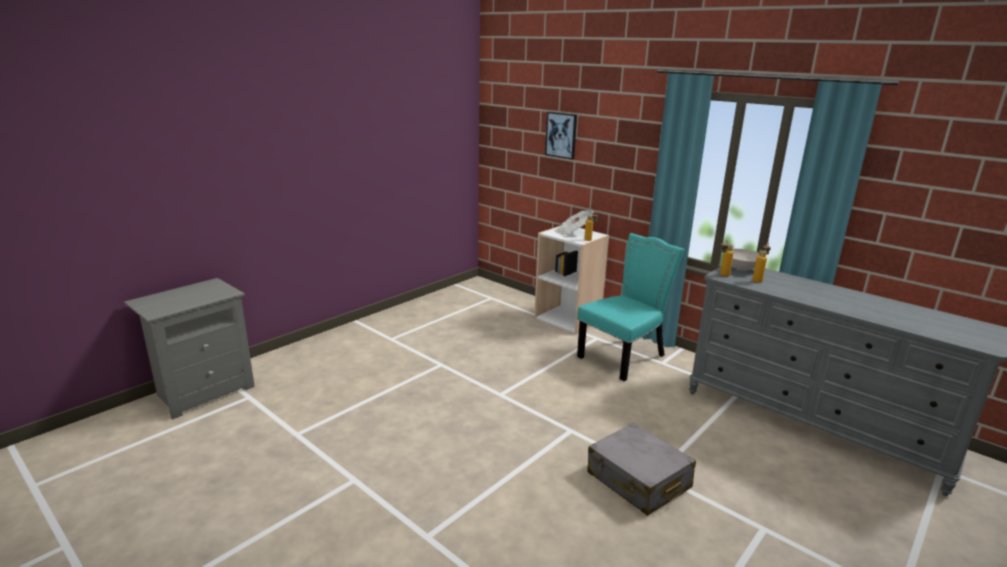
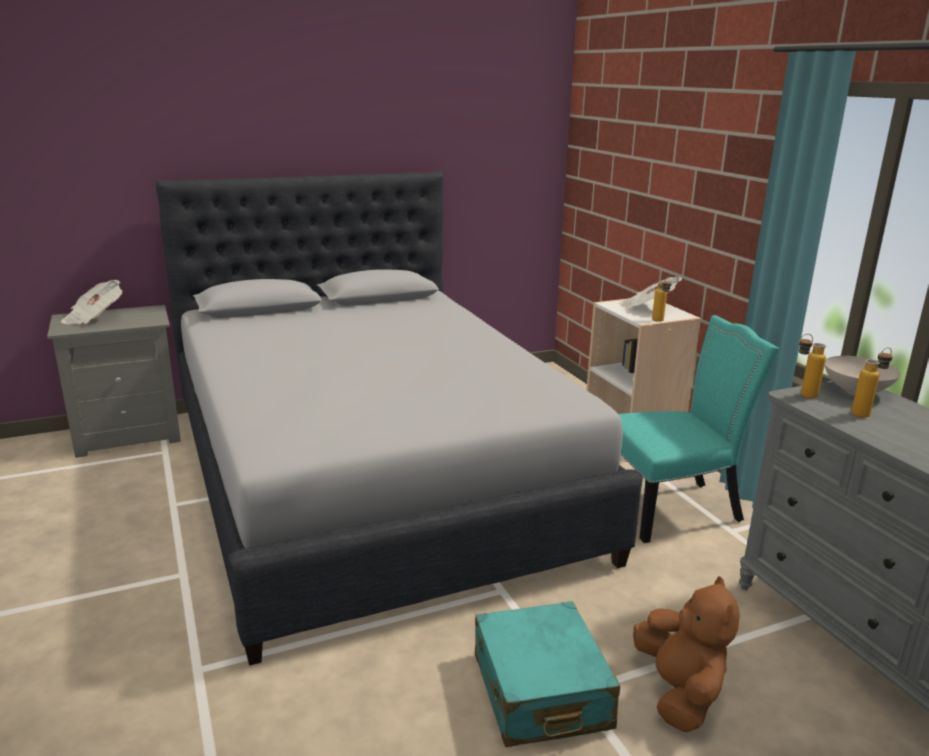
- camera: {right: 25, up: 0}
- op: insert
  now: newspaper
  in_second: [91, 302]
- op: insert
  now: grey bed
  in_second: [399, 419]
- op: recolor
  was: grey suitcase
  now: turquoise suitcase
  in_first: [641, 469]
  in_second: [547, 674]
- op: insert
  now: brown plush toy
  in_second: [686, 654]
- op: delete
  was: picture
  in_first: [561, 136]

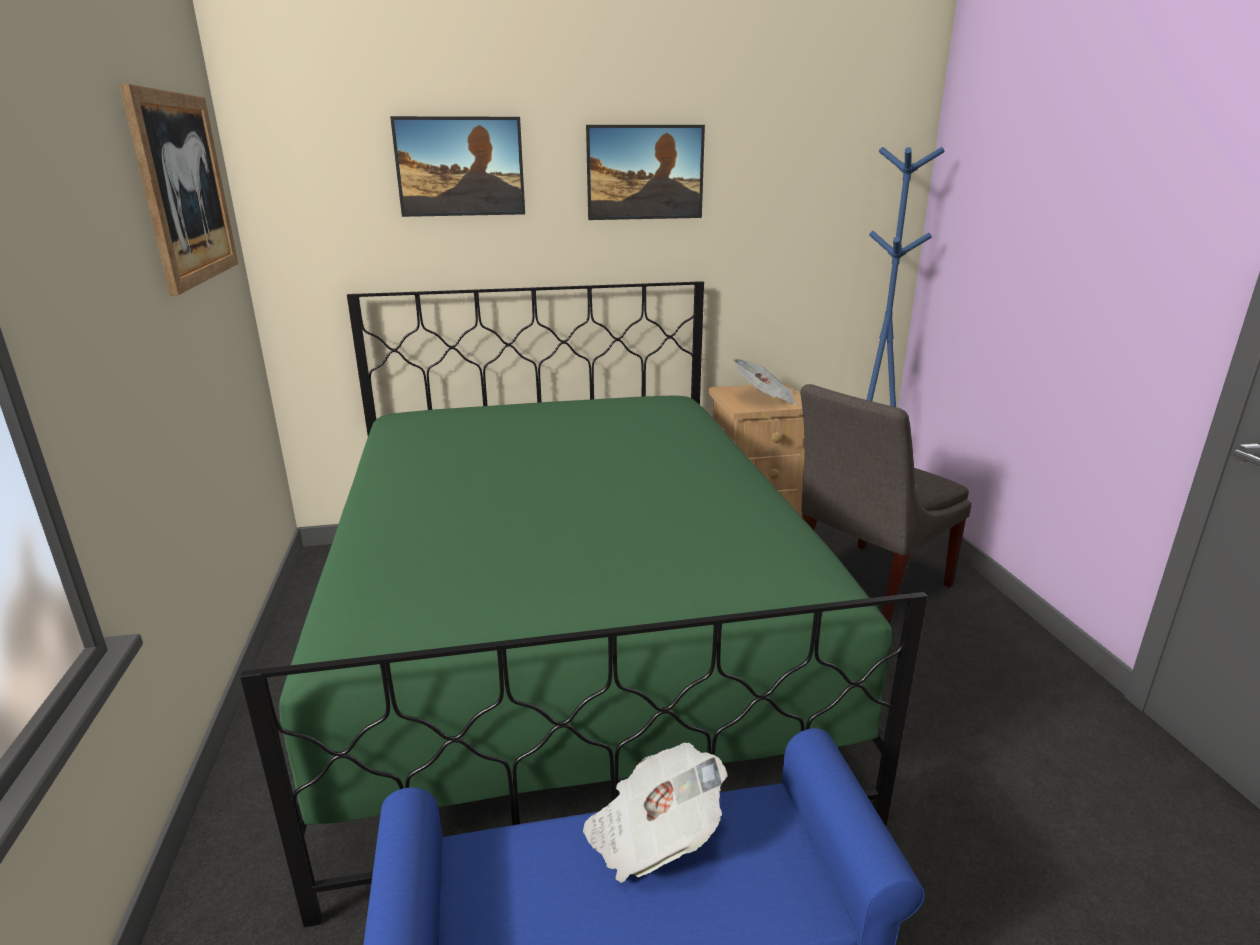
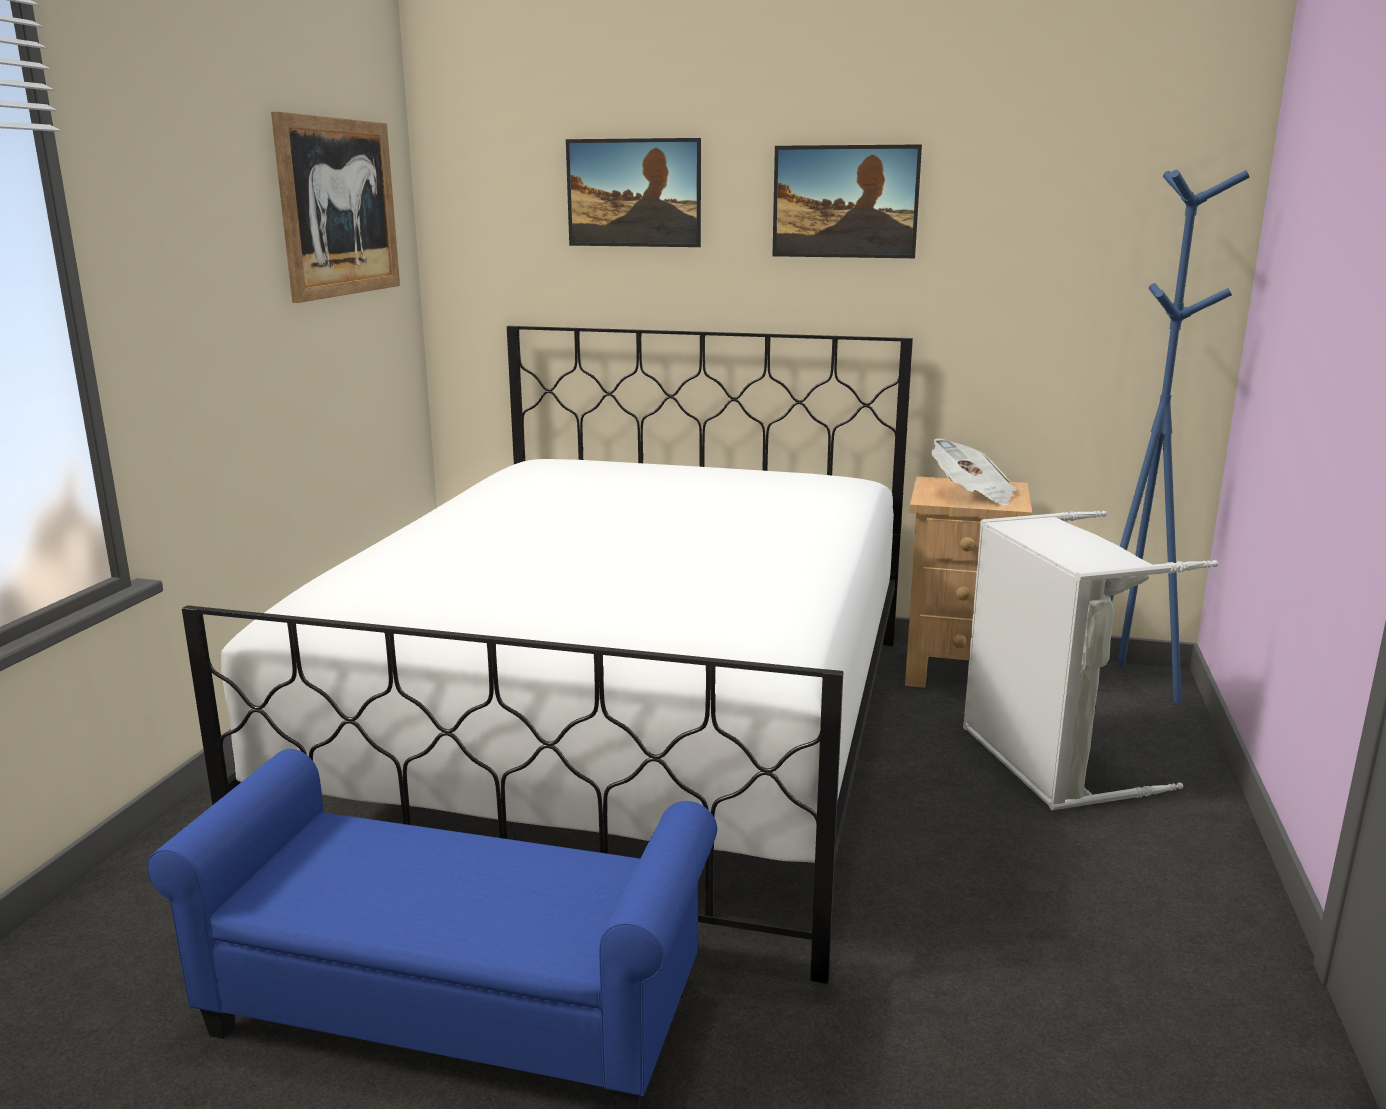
- camera: {right: 25, up: -5}
- op: recolor
  was: green bed
  now: white bed
  in_first: [584, 604]
  in_second: [547, 655]
- op: replace
  was: grey chair
  now: grey laundry basket
  in_first: [886, 504]
  in_second: [1091, 660]
- op: delete
  was: newspaper
  in_first: [655, 813]

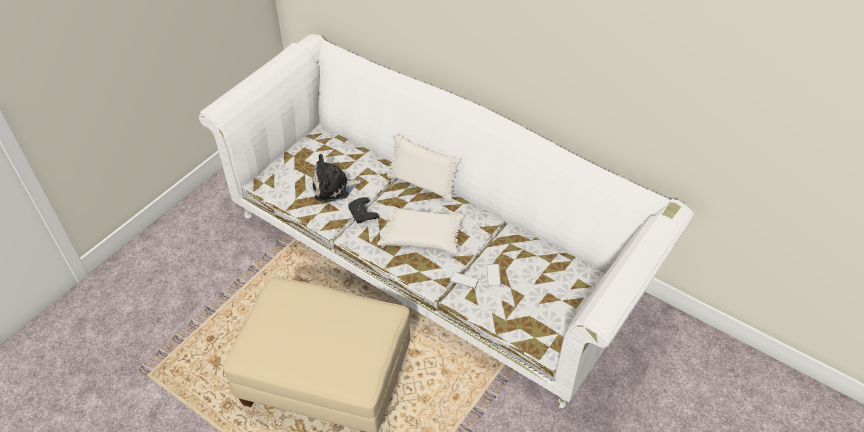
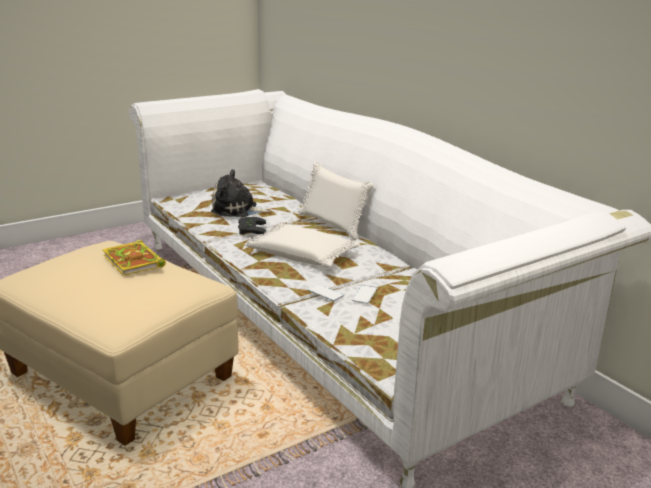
- camera: {right: 20, up: -25}
- op: insert
  now: book
  in_second: [134, 258]

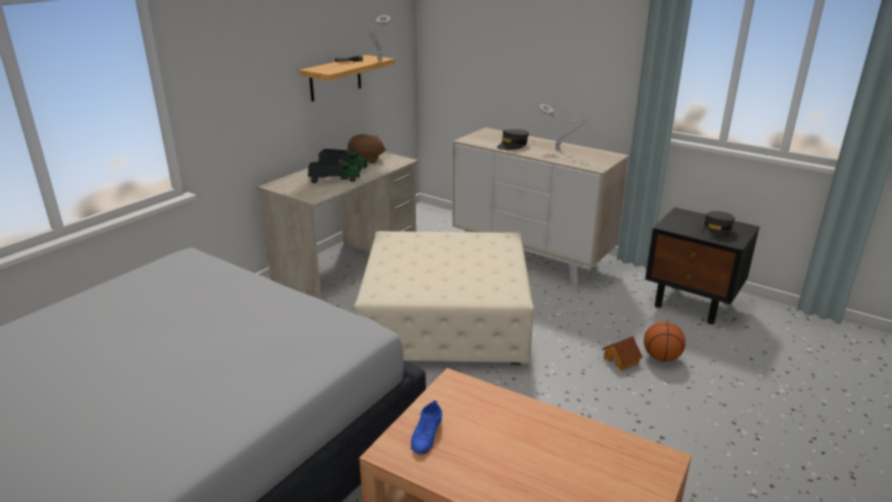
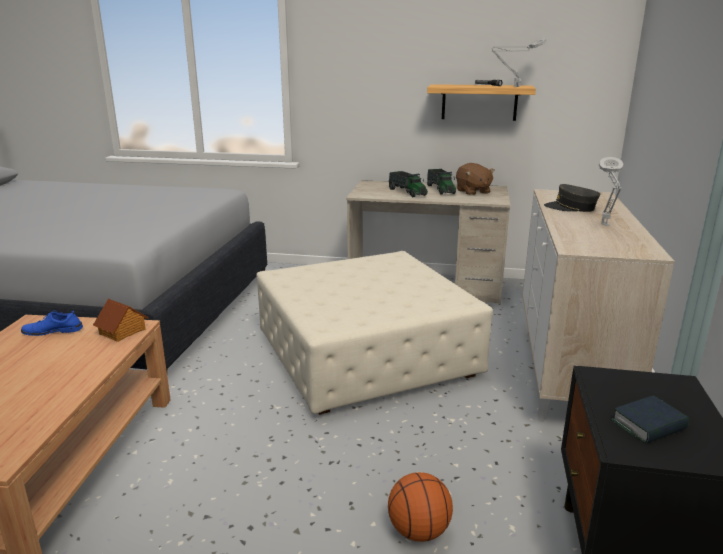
- camera: {right: 65, up: -5}
- op: move
  was: toy house
  in_first: [622, 353]
  in_second: [121, 320]
- op: replace
  was: grey cap
  now: book
  in_first: [718, 225]
  in_second: [650, 419]

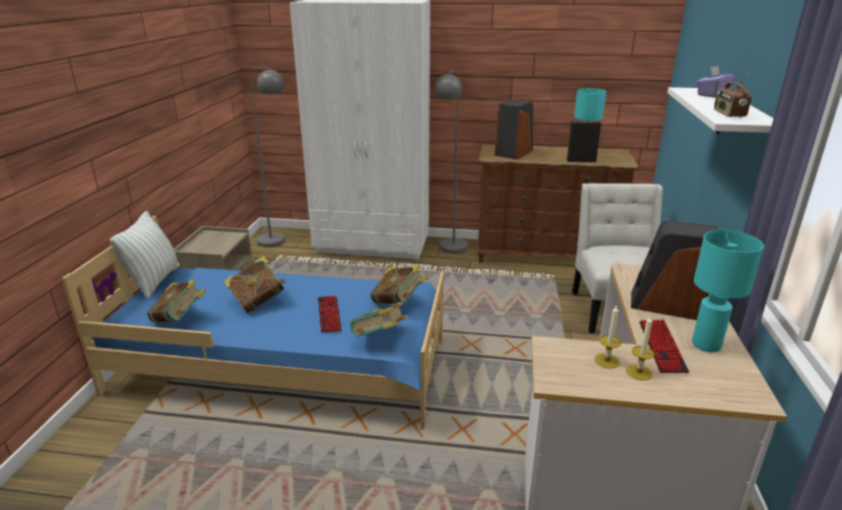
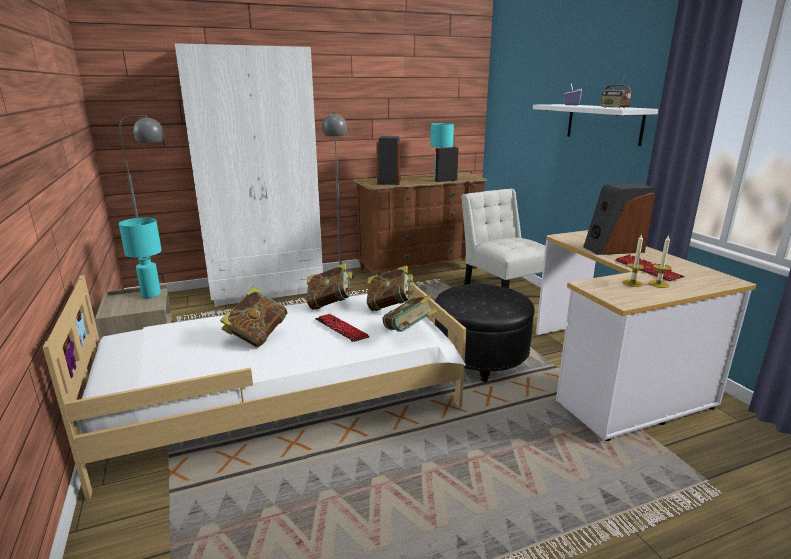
- camera: {right: -30, up: -5}
- op: recolor
  was: blue bed
  now: white bed
  in_first: [252, 323]
  in_second: [254, 387]
- op: move
  was: turquoise table lamp
  in_first: [728, 291]
  in_second: [140, 258]
- op: move
  was: book
  in_first: [176, 301]
  in_second: [330, 286]
- op: insert
  now: black ottoman
  in_second: [485, 333]
- op: delete
  was: pillow
  in_first: [145, 255]

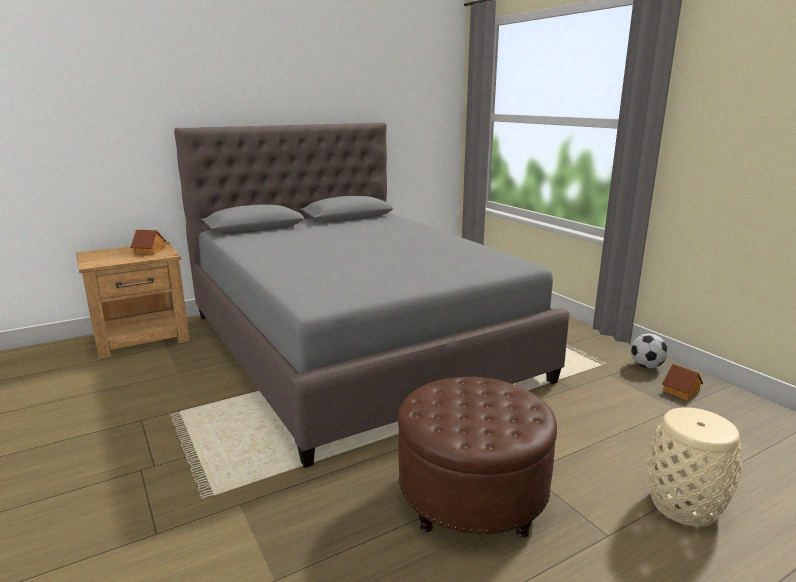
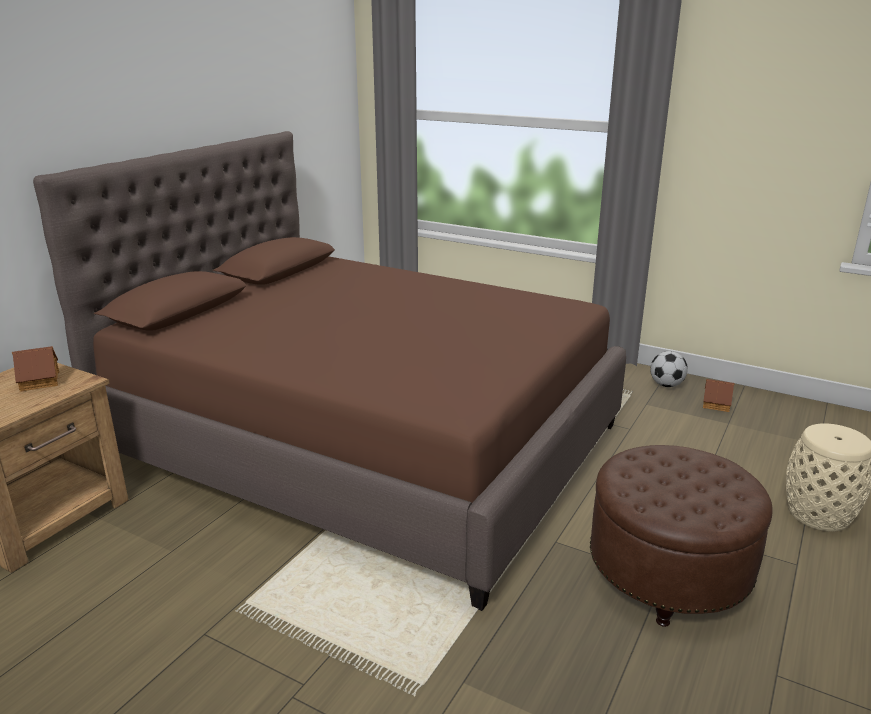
- camera: {right: -30, up: 5}
- op: recolor
  was: grey bed
  now: brown bed
  in_first: [372, 295]
  in_second: [329, 371]

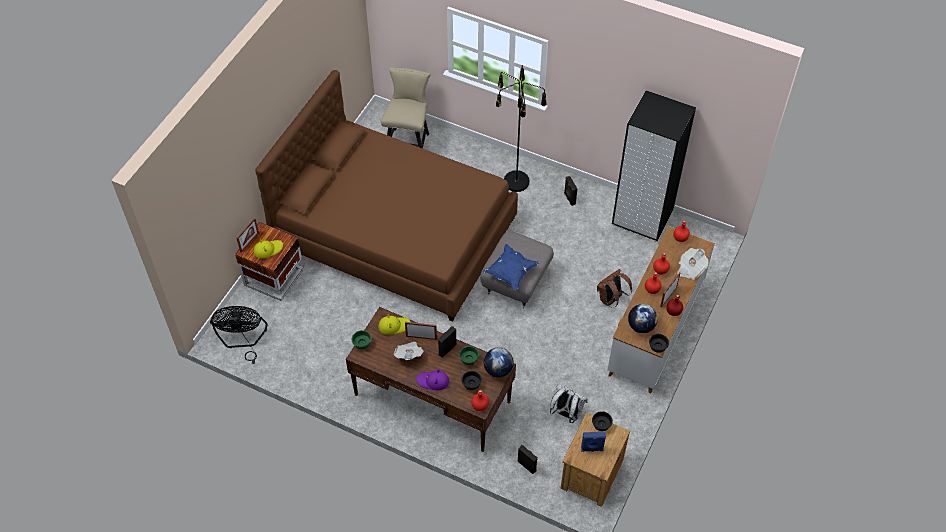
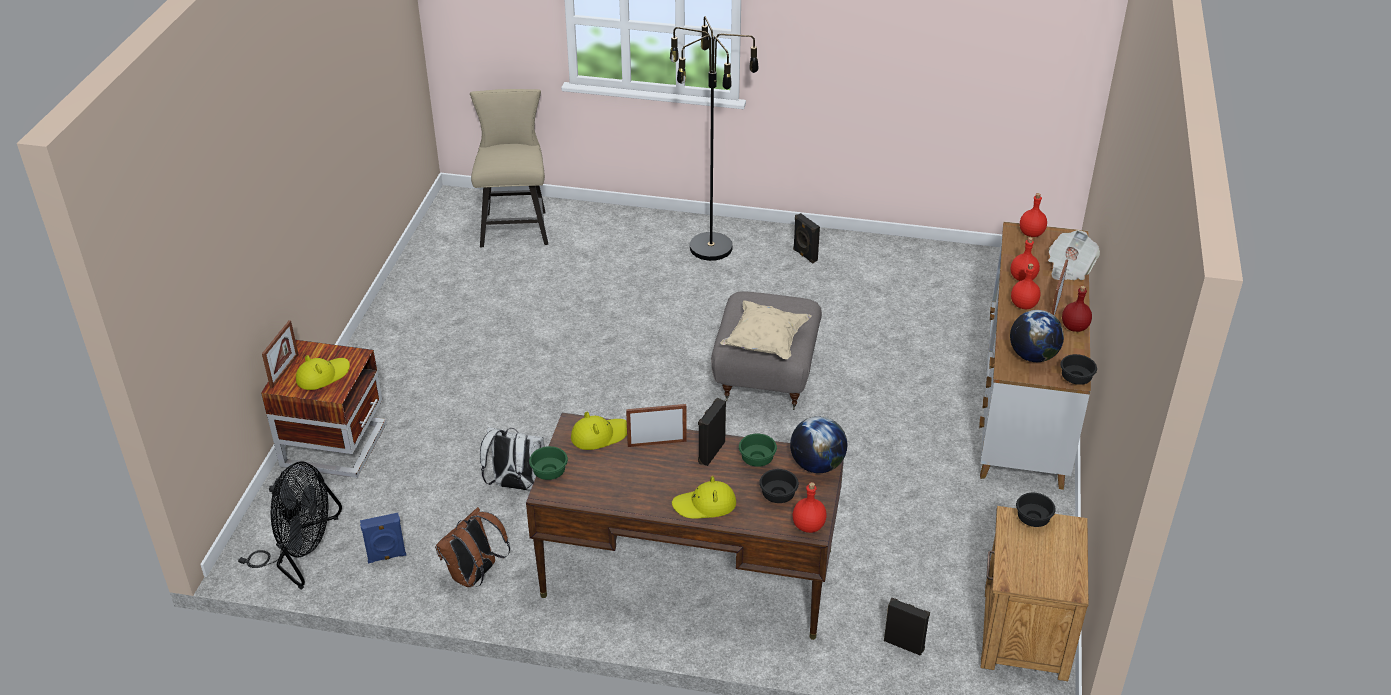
- camera: {right: -15, up: -15}
- op: rotate
  was: black fan
  in_first: [238, 335]
  in_second: [290, 525]
  clockwise: 120
- op: move
  was: blue speaker
  in_first: [593, 442]
  in_second: [383, 538]
- op: move
  was: brown backpack
  in_first: [614, 288]
  in_second: [472, 547]
- op: move
  was: white backpack
  in_first: [569, 403]
  in_second: [512, 458]
- op: recolor
  was: purple hat
  now: yellow hat
  in_first: [432, 379]
  in_second: [704, 497]
- op: recolor
  was: blue pillow
  now: beige pillow
  in_first: [511, 267]
  in_second: [765, 329]
- op: delete
  was: brown bed
  in_first: [386, 196]
- op: delete
  was: newspaper
  in_first: [409, 351]
- op: delete
  was: wardrobe
  in_first: [654, 166]

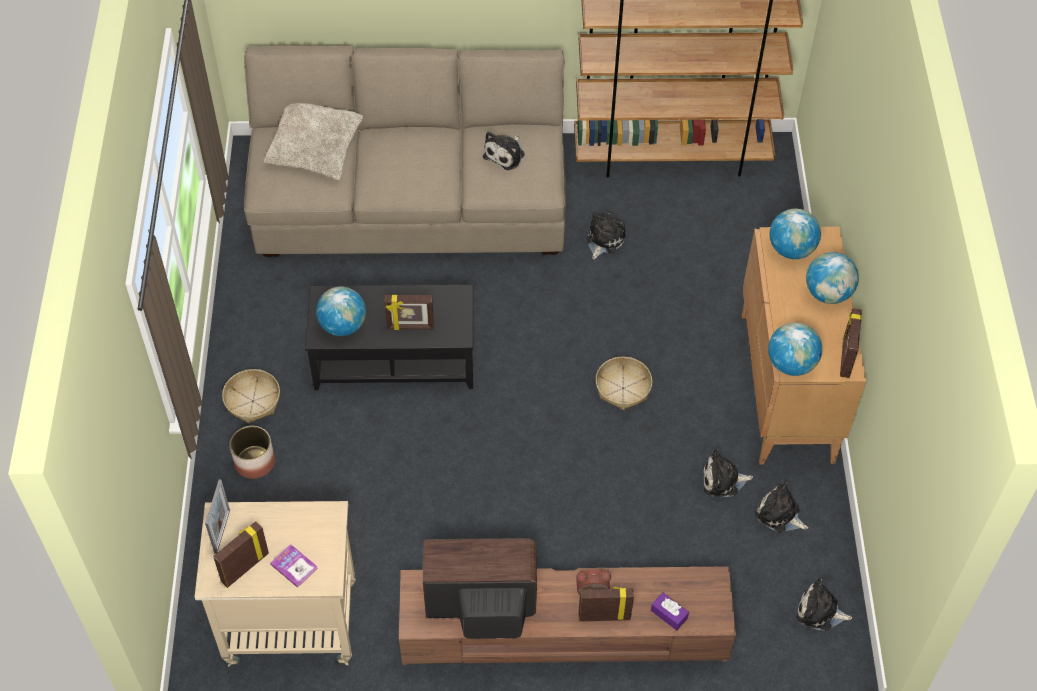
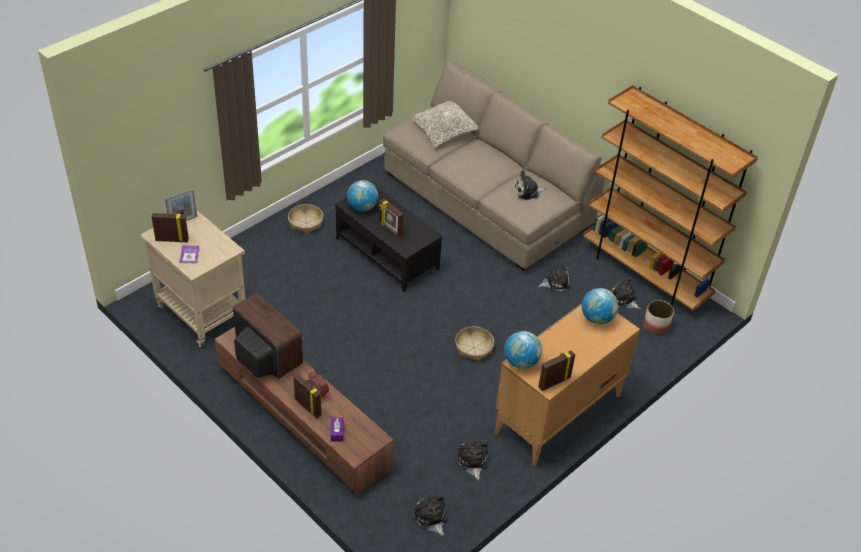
- camera: {right: 45, up: -10}
- op: move
  was: plush toy
  in_first: [728, 473]
  in_second: [626, 293]
- op: move
  was: planter
  in_first: [252, 452]
  in_second: [658, 317]
- op: delete
  was: globe
  in_first: [832, 278]

